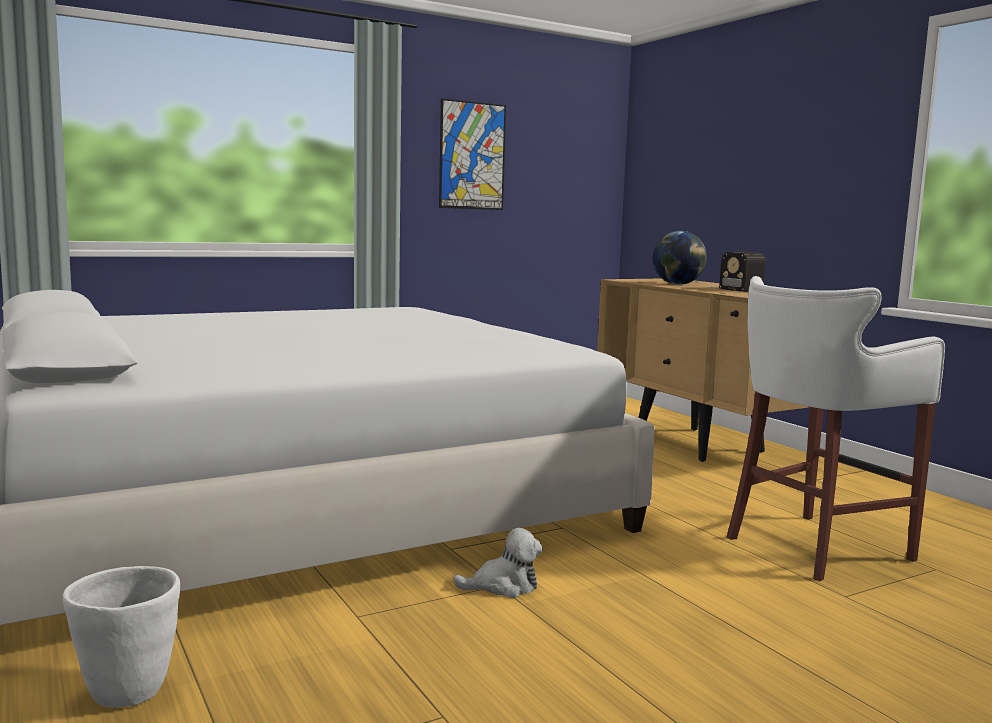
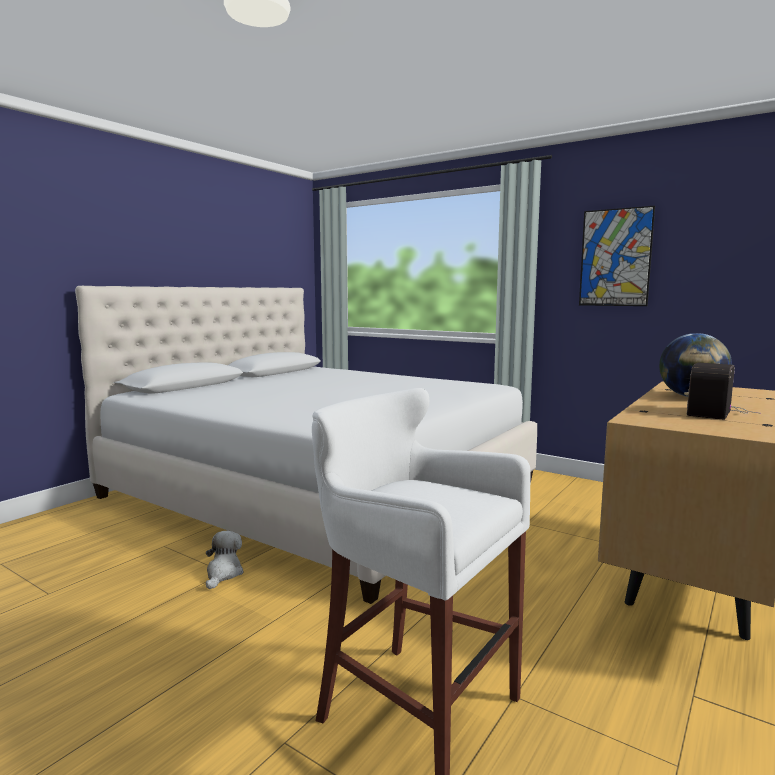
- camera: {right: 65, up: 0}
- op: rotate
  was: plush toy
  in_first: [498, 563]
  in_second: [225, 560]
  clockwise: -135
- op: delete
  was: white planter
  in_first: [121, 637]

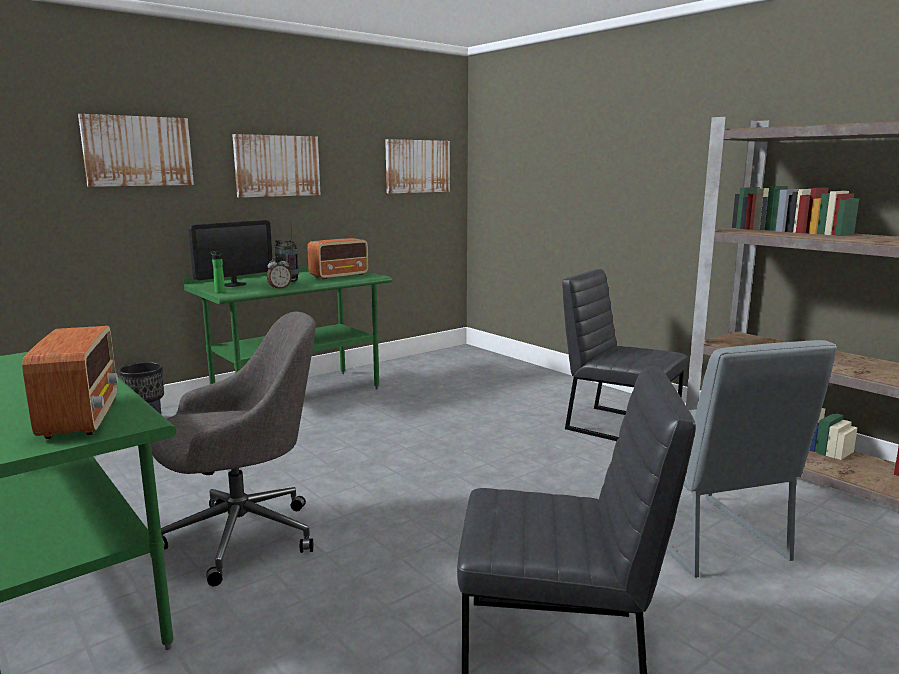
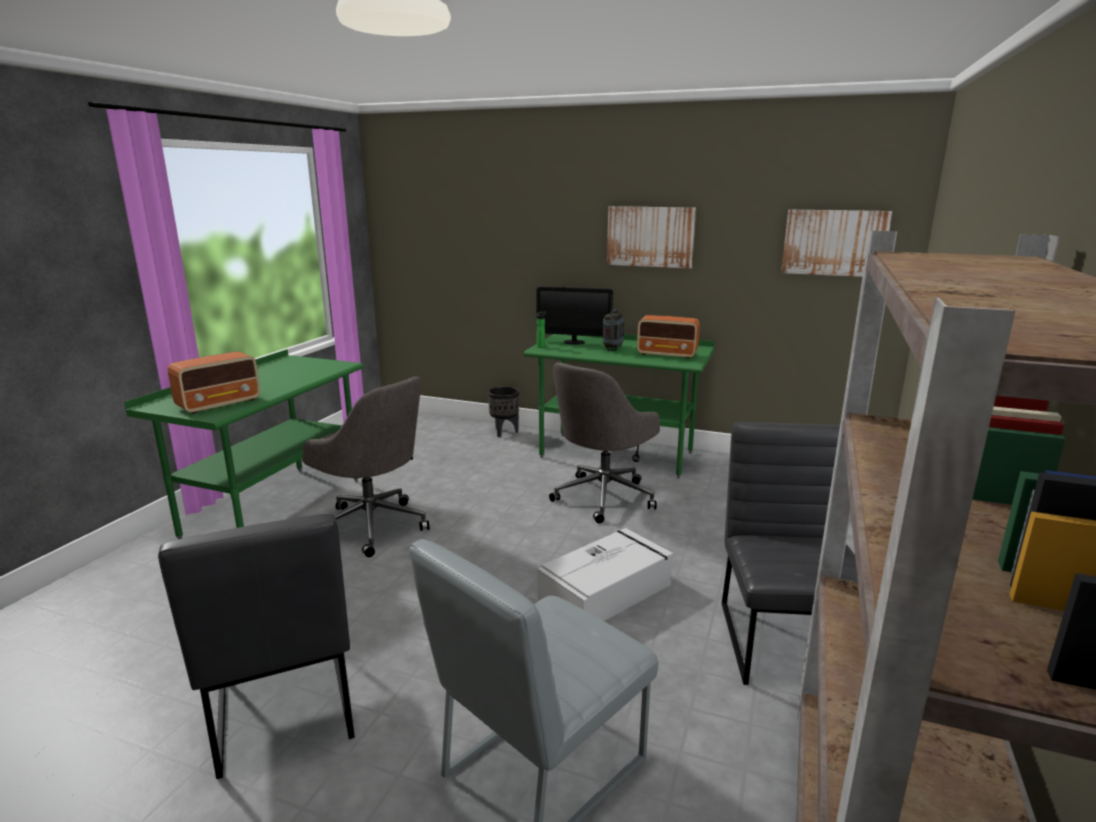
- camera: {right: 60, up: 5}
- op: insert
  now: grey storage box
  in_second: [606, 574]
- op: insert
  now: grey office chair
  in_second: [604, 442]
- op: delete
  was: picture
  in_first: [136, 150]
- op: delete
  was: alarm clock
  in_first: [279, 273]

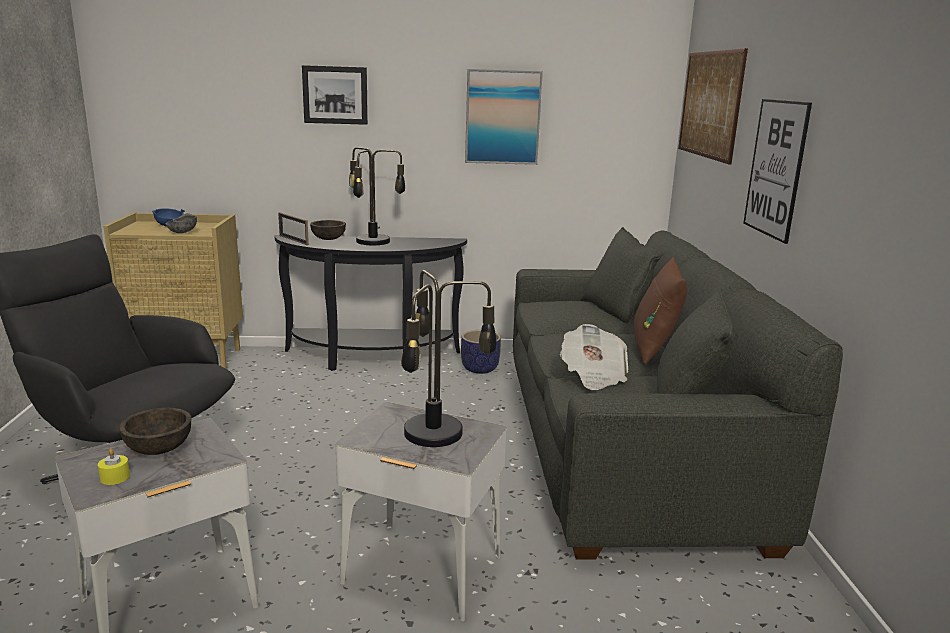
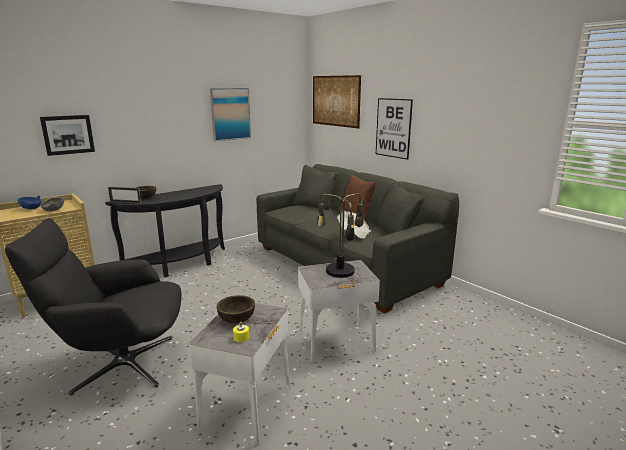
- camera: {right: -35, up: 0}
- op: move
  was: picture
  in_first: [335, 95]
  in_second: [67, 135]
- op: delete
  was: table lamp
  in_first: [377, 196]
- op: delete
  was: planter
  in_first: [481, 352]

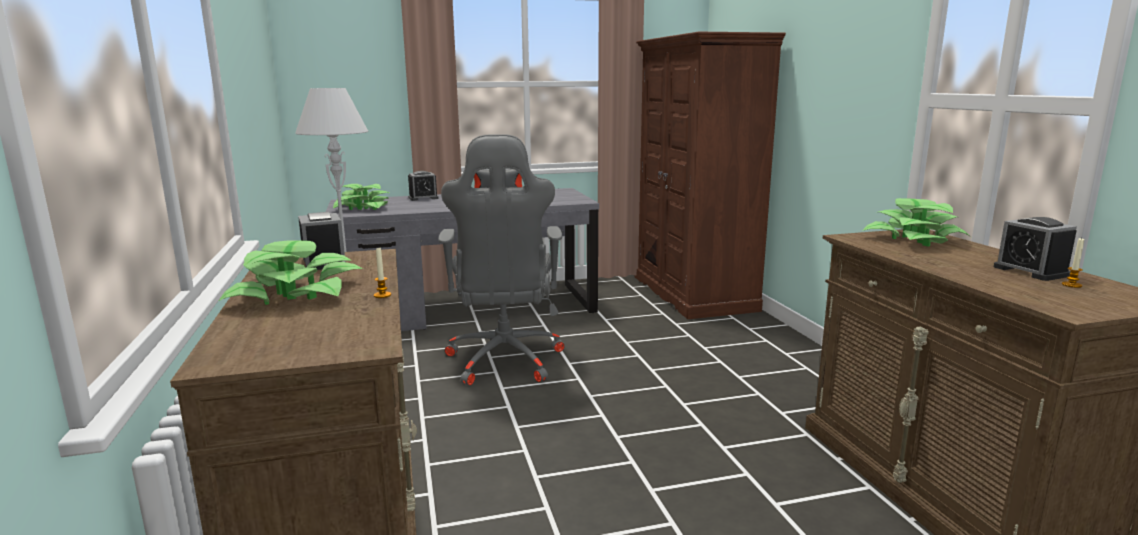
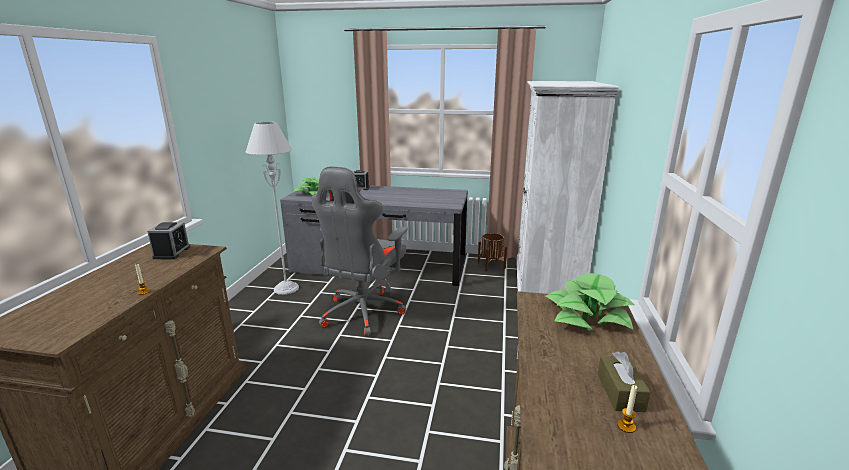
- camera: {right: 25, up: 5}
- op: insert
  now: brown planter
  in_second: [492, 252]
- op: recolor
  was: brown wardrobe
  now: white wardrobe
  in_first: [710, 175]
  in_second: [567, 187]
- op: replace
  was: alarm clock
  now: brown tissue box
  in_first: [1035, 249]
  in_second: [624, 381]
- op: delete
  was: potted plant
  in_first: [291, 272]

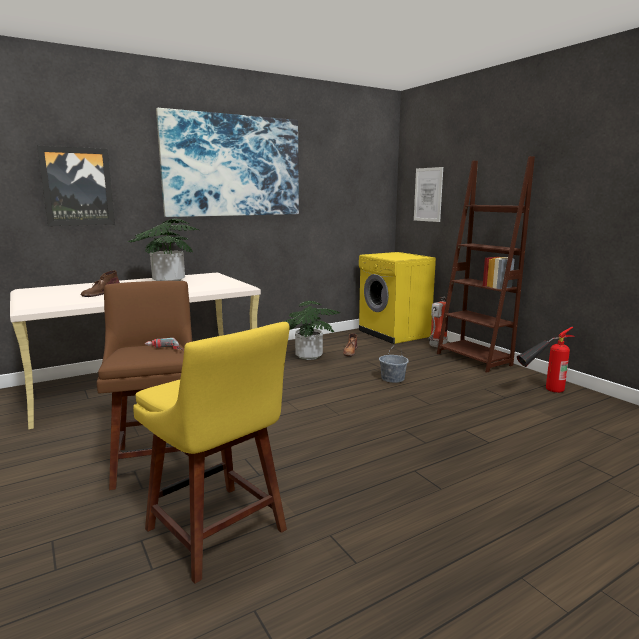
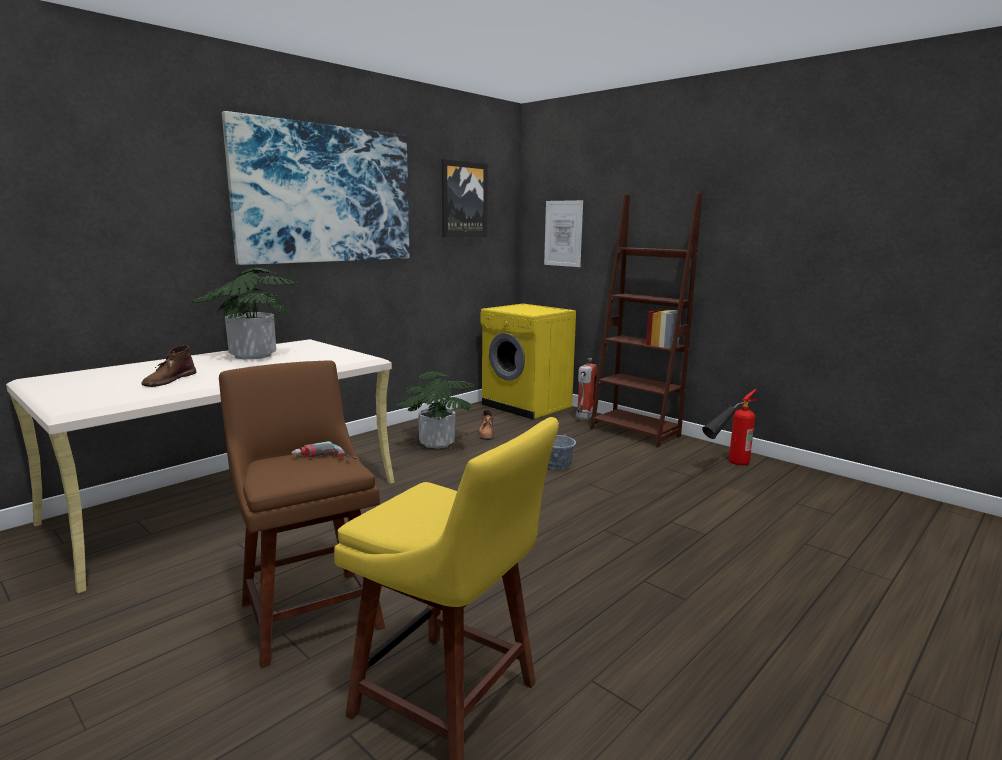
- camera: {right: -15, up: 0}
- op: move
  was: picture
  in_first: [76, 186]
  in_second: [465, 198]

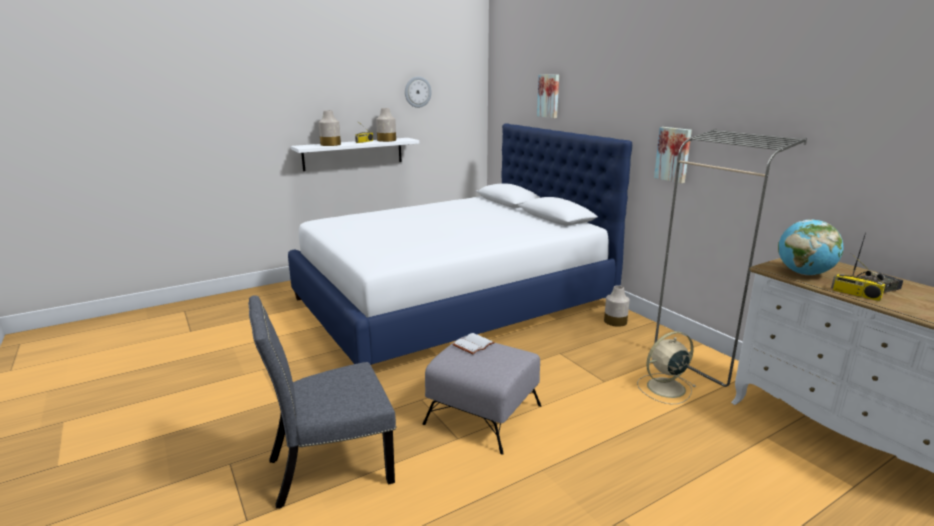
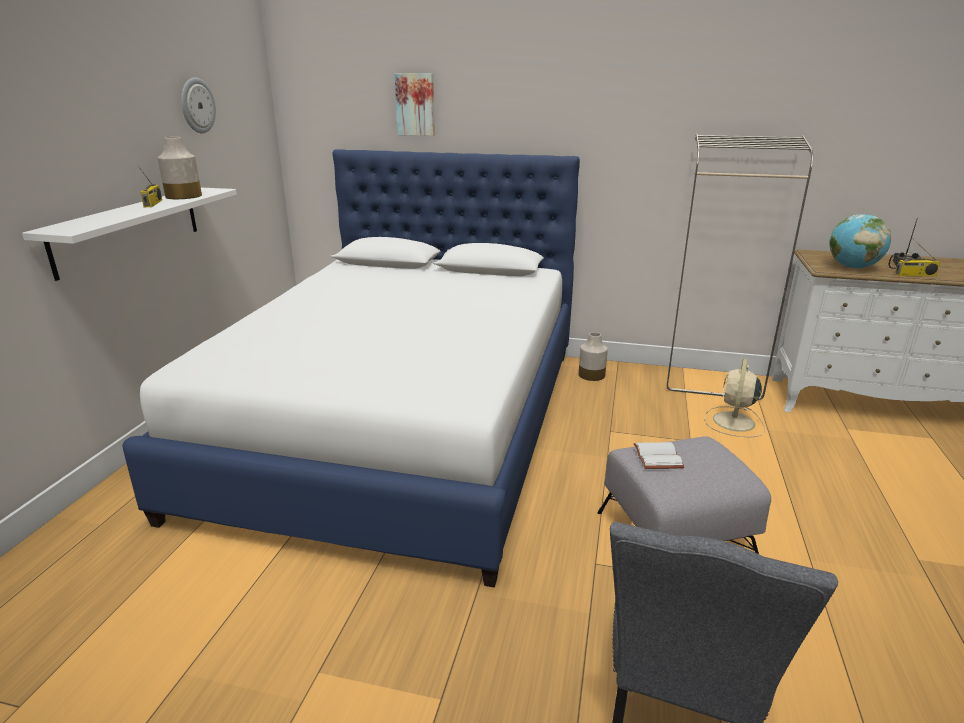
- camera: {right: -45, up: 5}
- op: delete
  was: beige vase
  in_first: [330, 128]
- op: delete
  was: picture
  in_first: [673, 155]

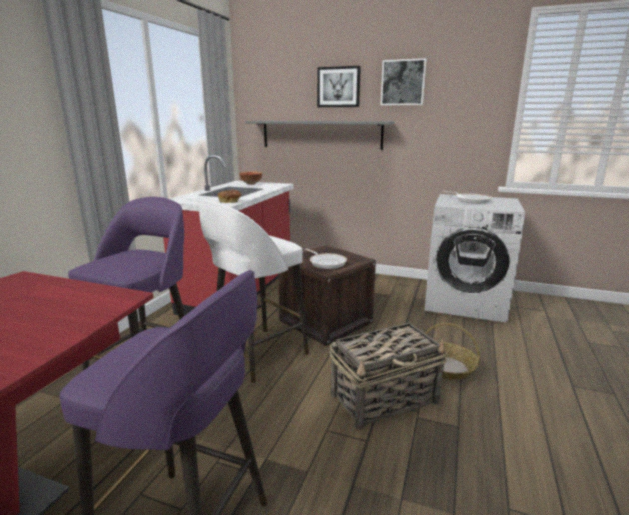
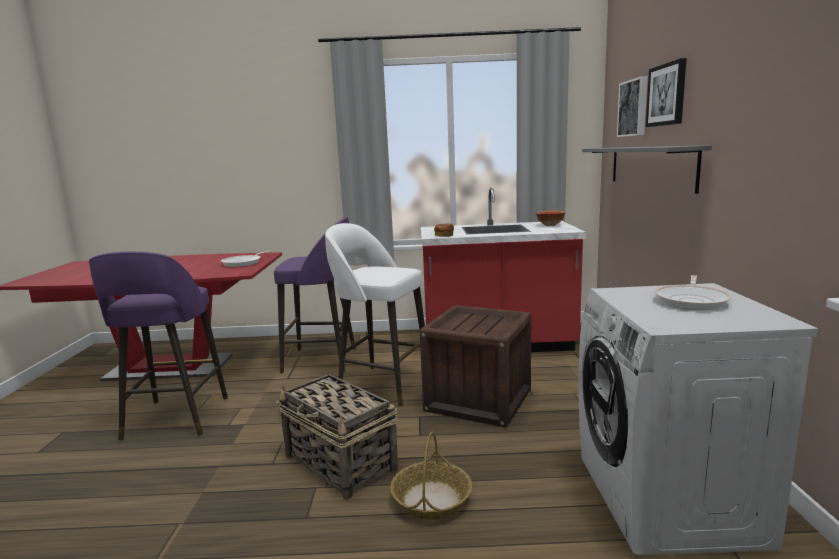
- camera: {right: 70, up: -5}
- op: move
  was: frying pan
  in_first: [326, 259]
  in_second: [246, 259]
- op: move
  was: picture
  in_first: [404, 81]
  in_second: [632, 106]

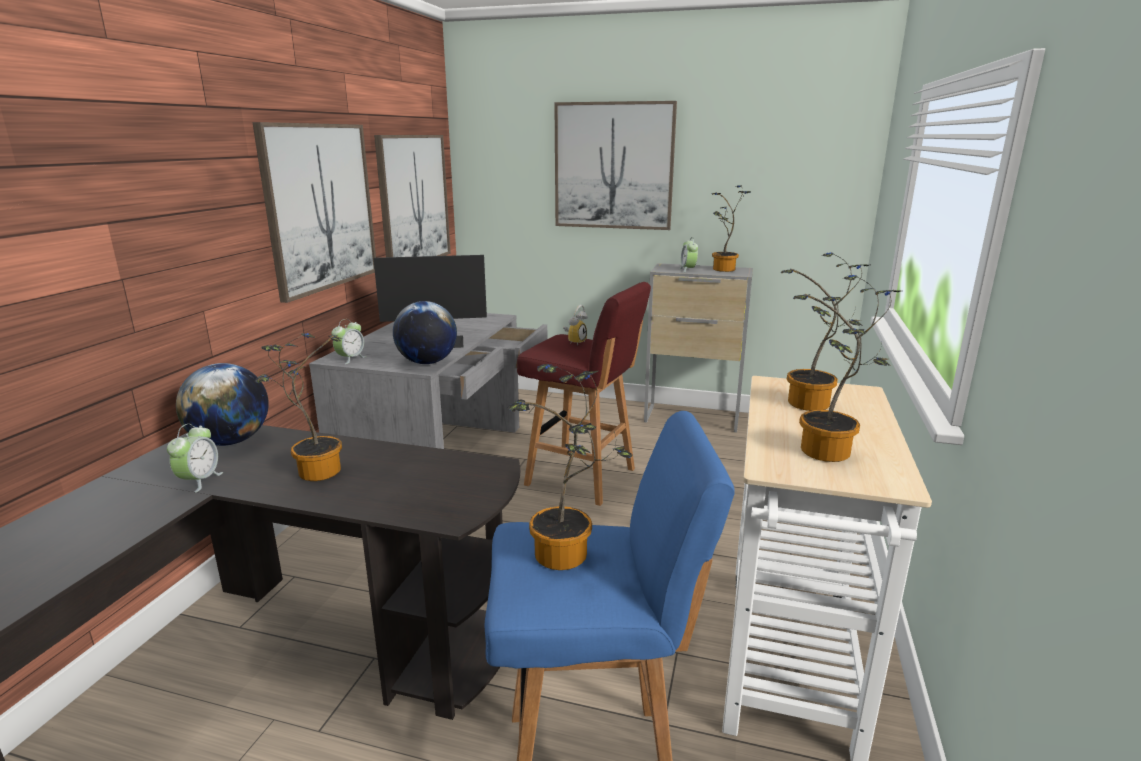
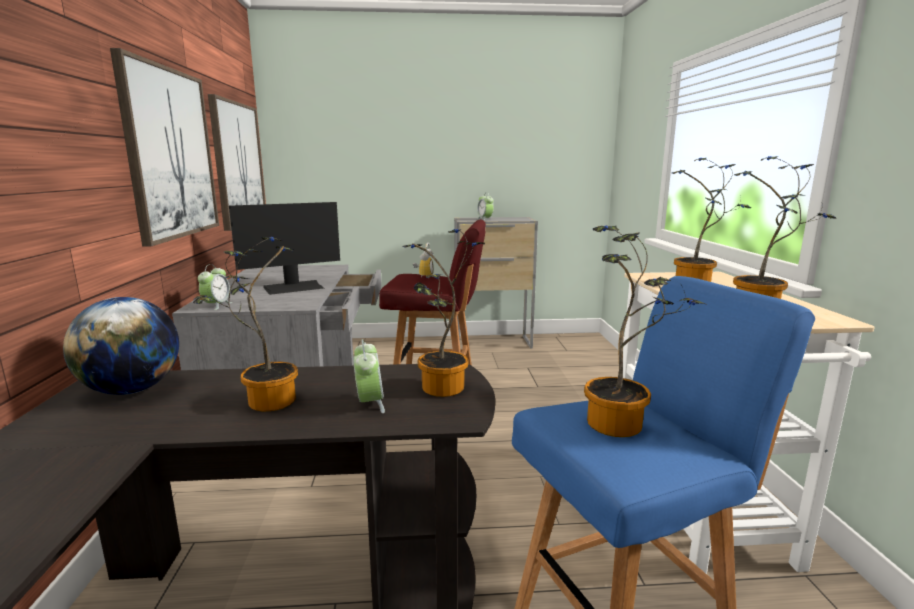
- camera: {right: -20, up: -5}
- op: move
  was: alarm clock
  in_first: [195, 458]
  in_second: [369, 376]
- op: move
  was: potted plant
  in_first: [731, 228]
  in_second: [443, 313]
- op: delete
  was: globe
  in_first: [425, 332]
- op: delete
  was: picture
  in_first: [615, 165]

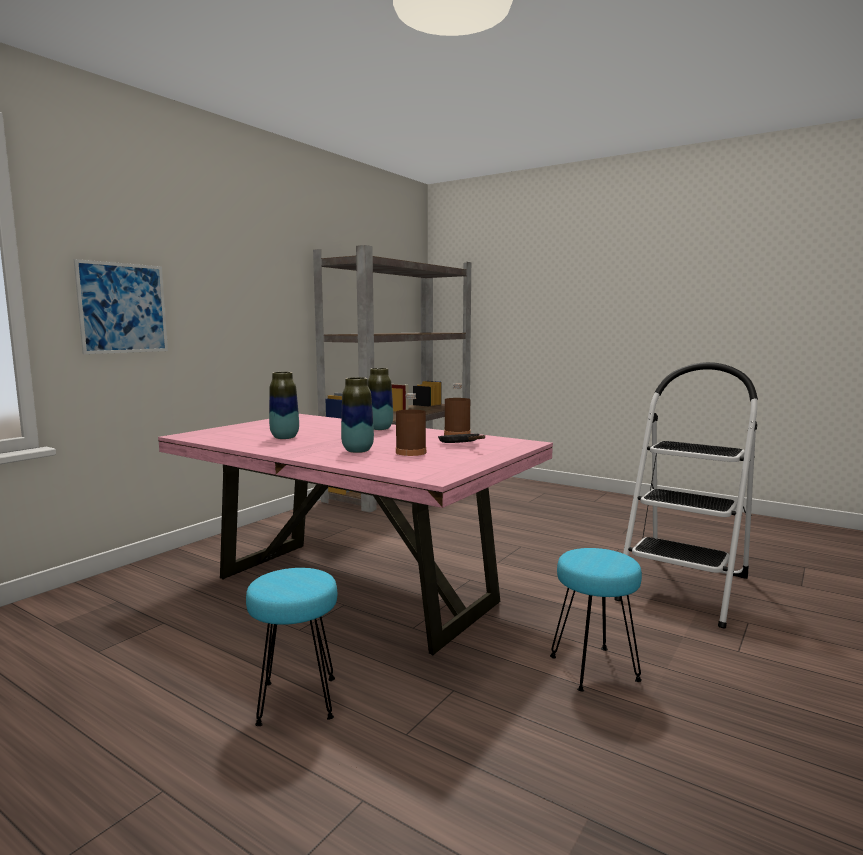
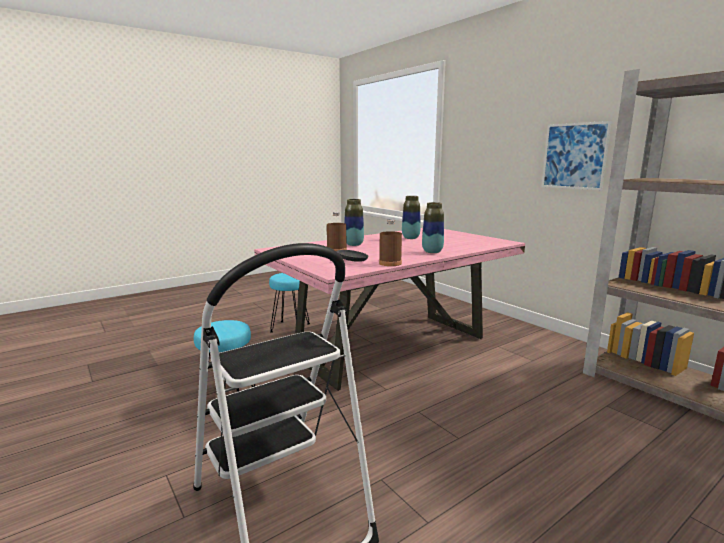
- camera: {right: 110, up: 5}
- op: move
  was: picture
  in_first: [121, 306]
  in_second: [577, 155]

